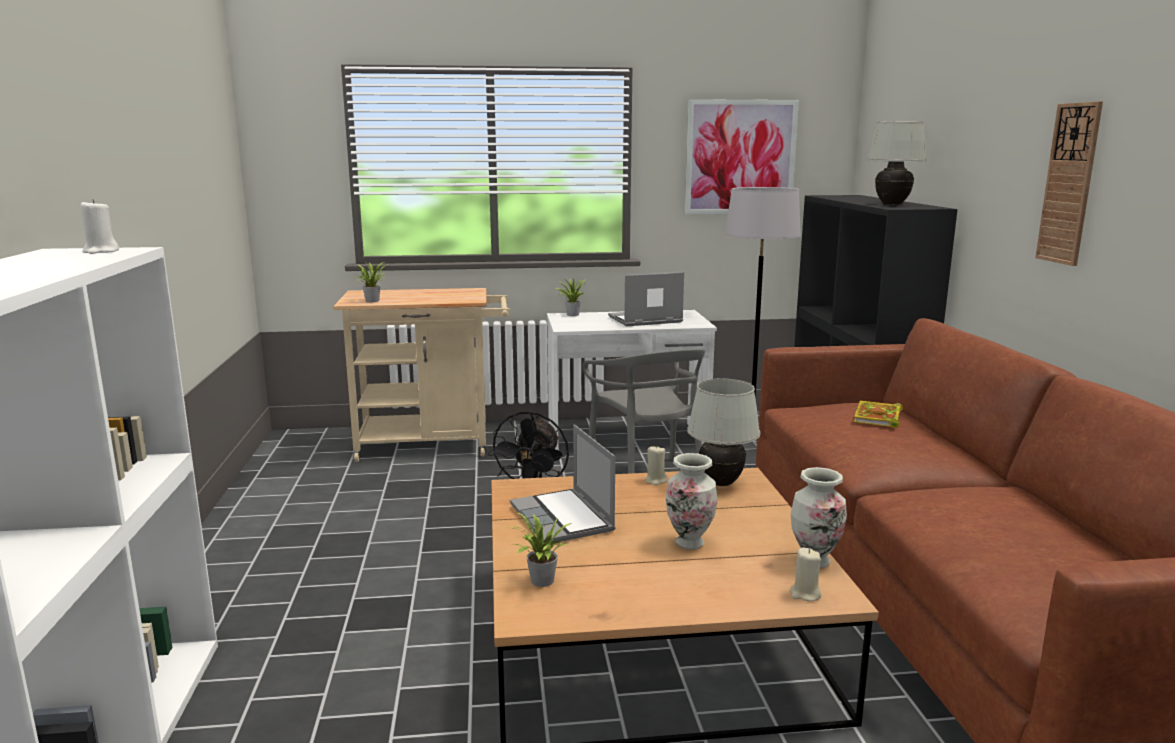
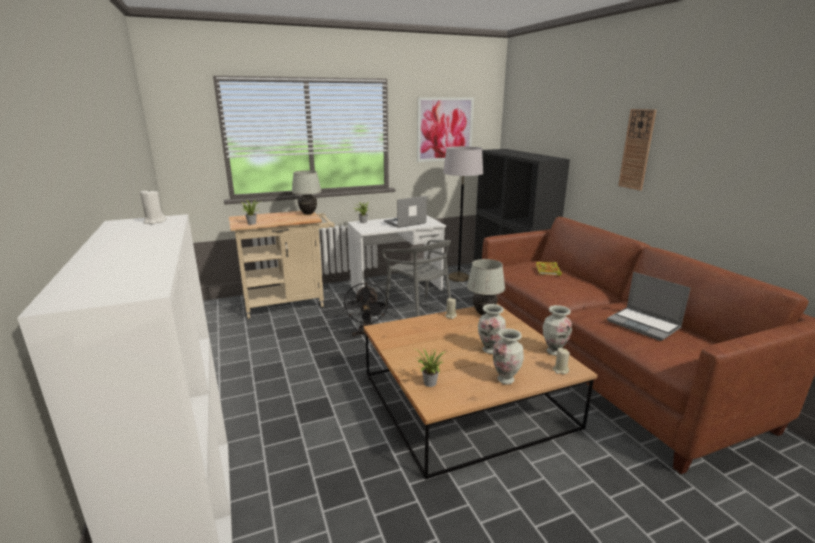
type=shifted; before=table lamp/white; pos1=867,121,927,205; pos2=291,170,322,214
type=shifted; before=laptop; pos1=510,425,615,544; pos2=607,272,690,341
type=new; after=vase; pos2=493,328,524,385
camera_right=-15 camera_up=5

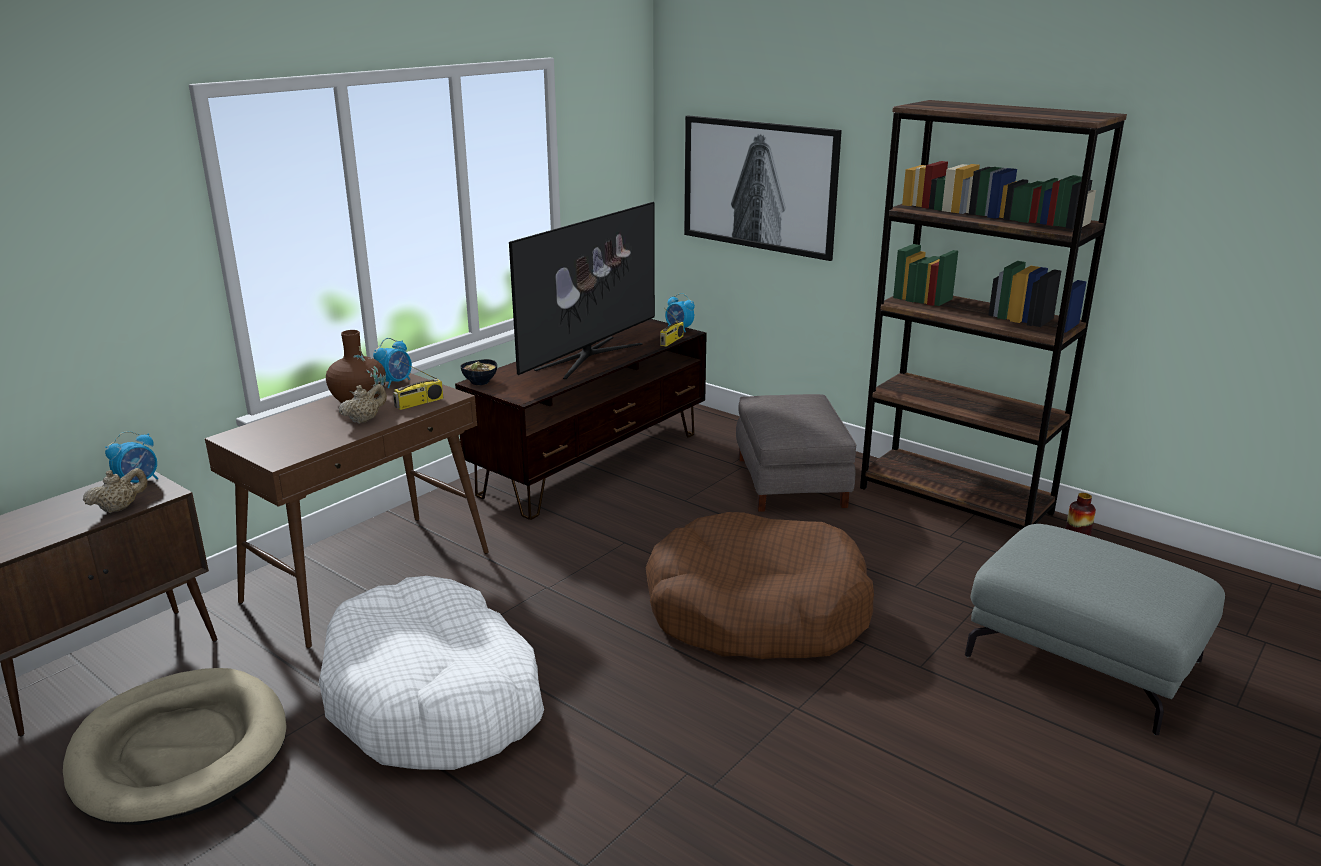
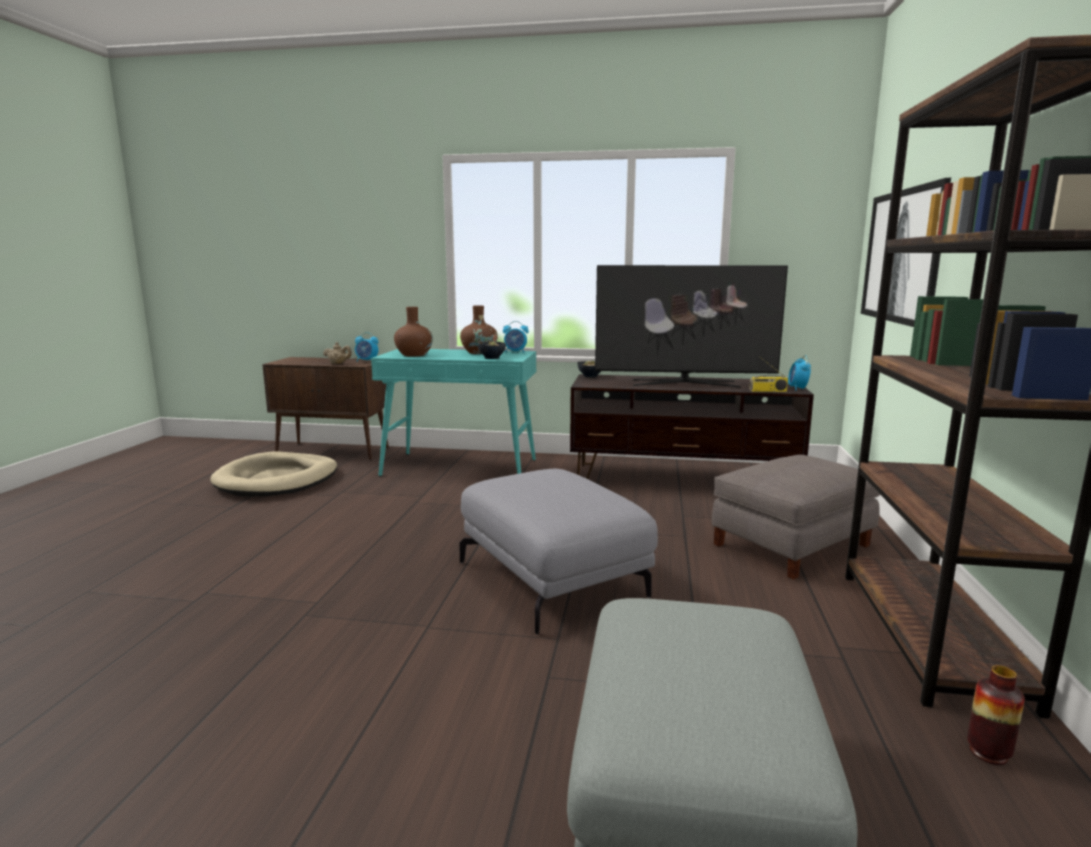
type=swapped; before=radio; after=bowl; pos1=393,360,443,410; pos2=478,342,506,359
type=repainted; before=console table/brown; after=console table/turquoise; pos1=205,373,489,648; pos2=371,349,536,476
type=gone; before=teapot/beige; pos1=339,384,387,424
type=swapped; before=dog bed/brown; after=ottoman/grey; pos1=646,512,874,659; pos2=460,469,658,635
type=gone; before=dog bed/white; pos1=319,576,544,770
type=new; after=vase/brown; pos2=394,307,433,357
camera_right=60 camera_up=-10

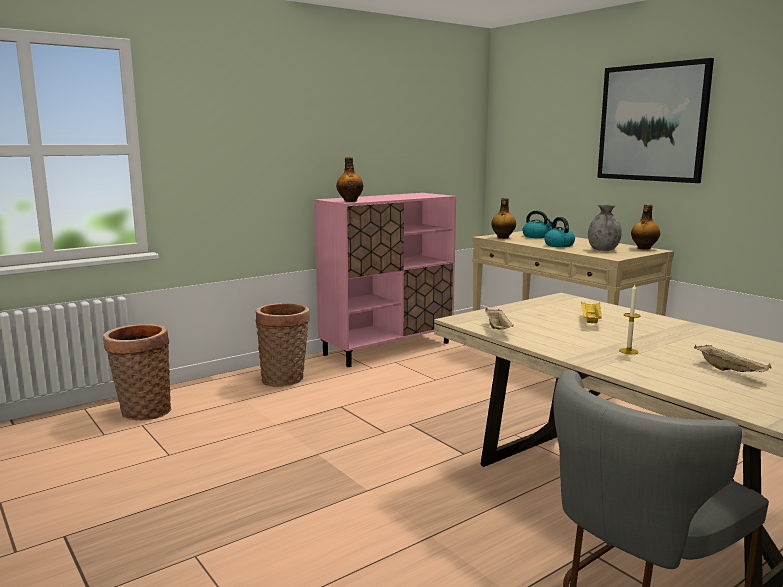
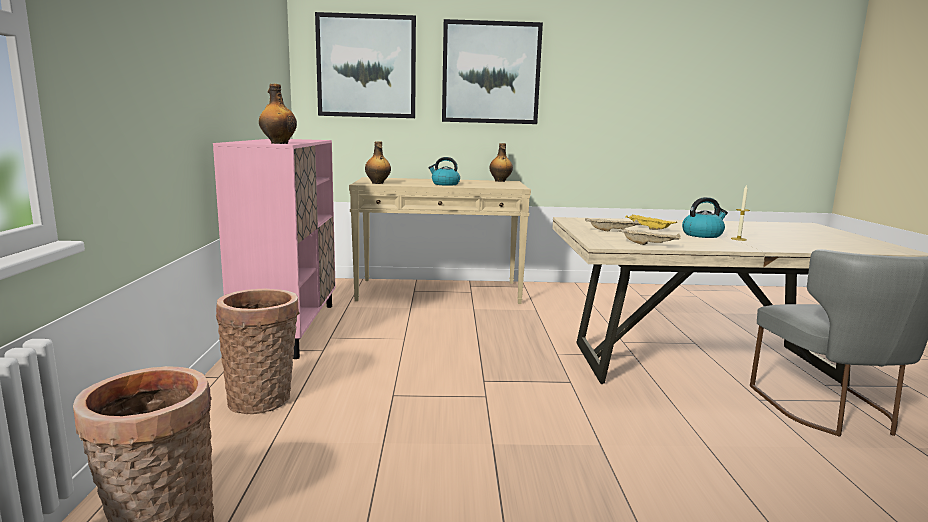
type=gone; before=vase/grey; pos1=588,205,622,251
type=shifted; before=kettle; pos1=522,211,553,238; pos2=682,197,728,238
type=shifted; before=tray/beige; pos1=694,344,771,372; pos2=585,218,641,232
type=new; after=picture; pos2=315,12,416,118
camera_right=-55 camera_up=0

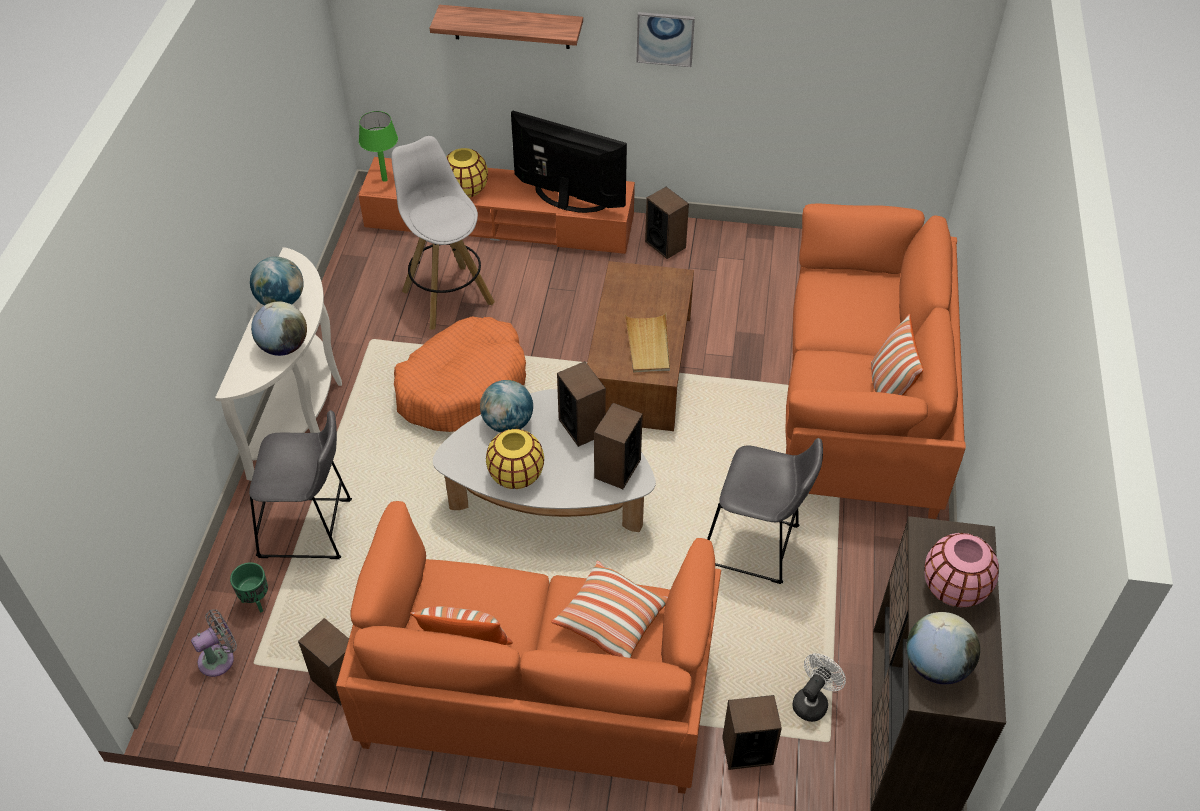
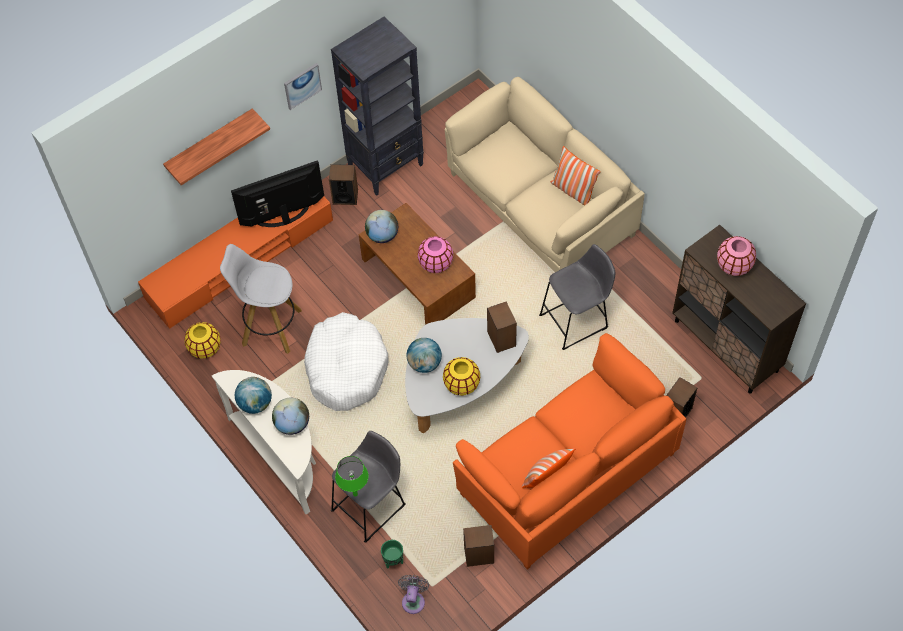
type=shifted; before=table lamp/green; pos1=359,111,398,182; pos2=335,456,369,496
type=shifted; before=vase/yellow; pos1=446,148,488,197; pos2=185,322,221,359
type=repainted; before=sofa/orange; after=sofa/beige; pos1=786,204,966,519; pos2=445,77,645,272
type=swapped; before=tray/beige; after=vase/pink; pos1=625,313,670,373; pos2=418,236,453,273
type=repainted; before=dog bed/orange; after=dog bed/white; pos1=394,316,526,432; pos2=304,312,388,411
type=gone; before=speaker; pos1=557,361,606,447
type=gone; before=pillow; pos1=551,561,668,658
type=shifted; before=globe; pos1=907,612,980,684; pos2=365,210,398,243
type=gone; before=fan/white; pos1=792,653,846,722
type=new; after=bookcase/black; pos2=331,16,424,196
camera_right=-45 camera_up=10

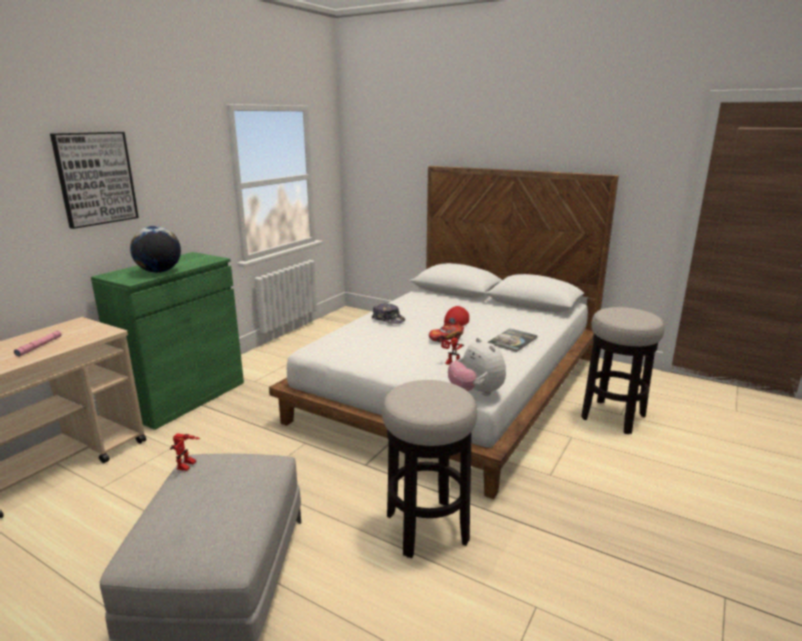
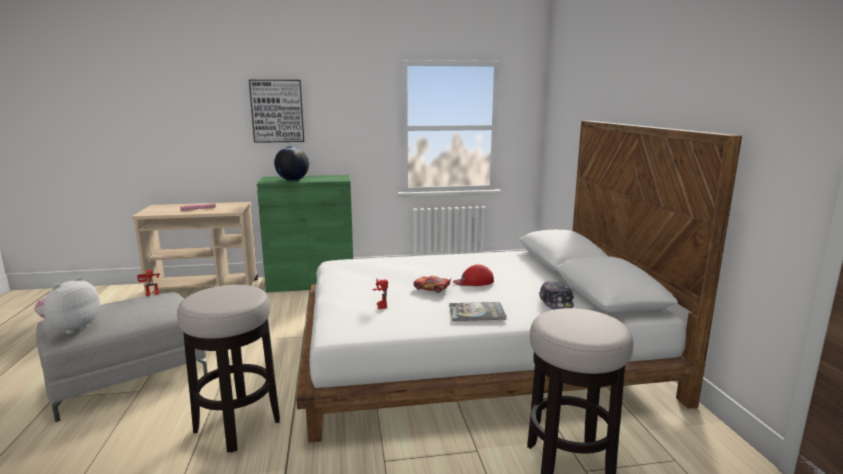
type=shifted; before=cap; pos1=372,303,405,324; pos2=539,281,574,309
type=shifted; before=plush toy; pos1=448,338,506,396; pos2=35,276,100,334
camera_right=50 camera_up=-5

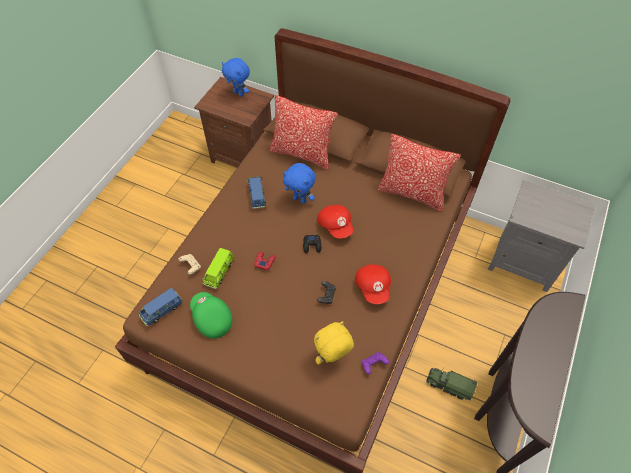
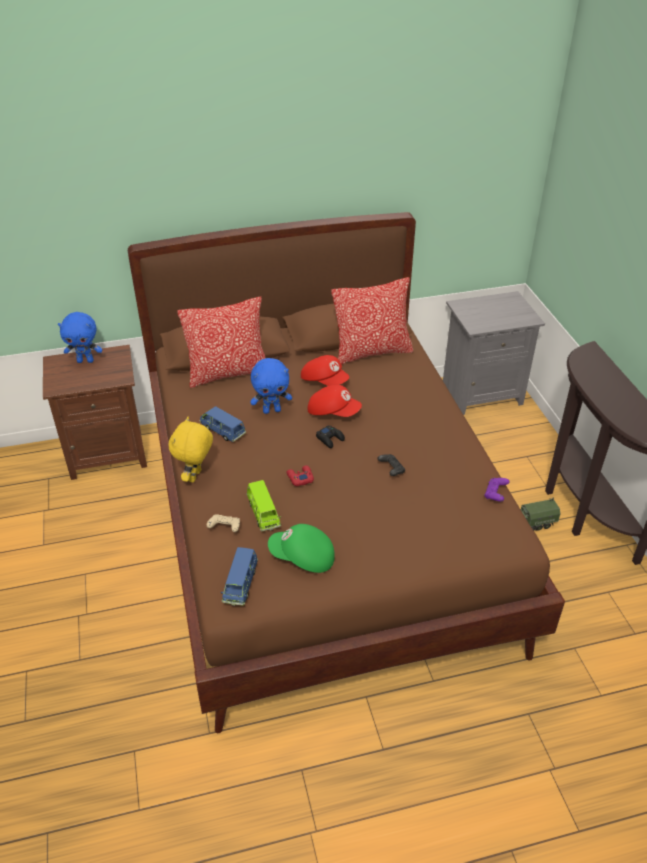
type=shifted; before=cap/red; pos1=355,264,391,304; pos2=301,355,349,386
type=shifted; before=plush toy/yellow; pos1=314,321,354,365; pos2=168,417,213,482
camera_right=-40 camera_up=-15

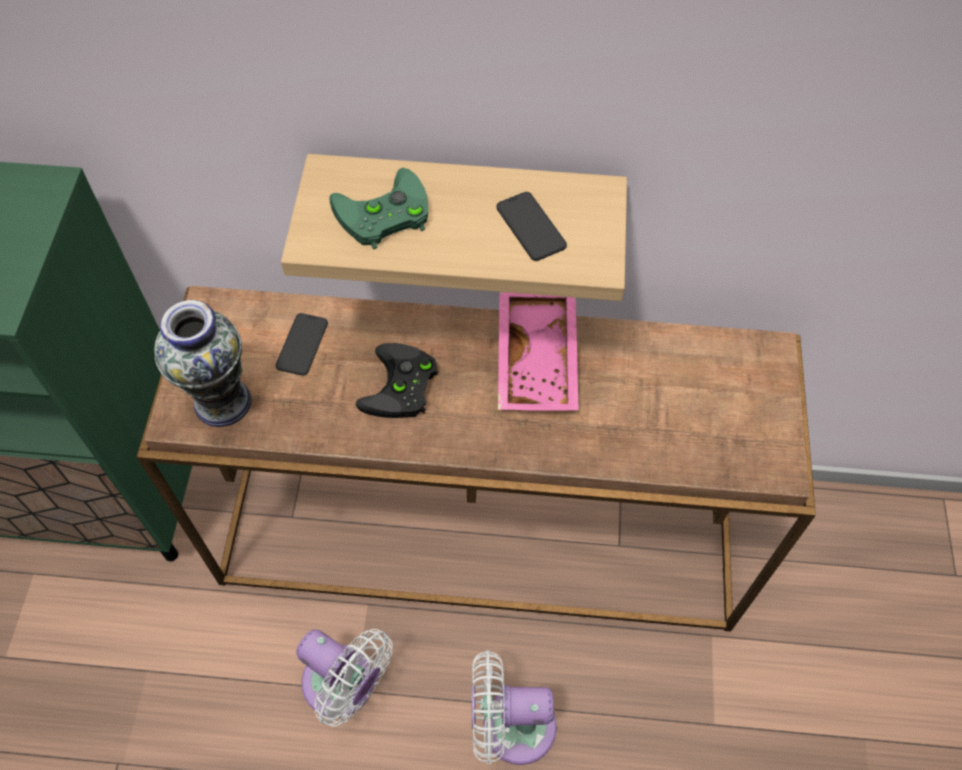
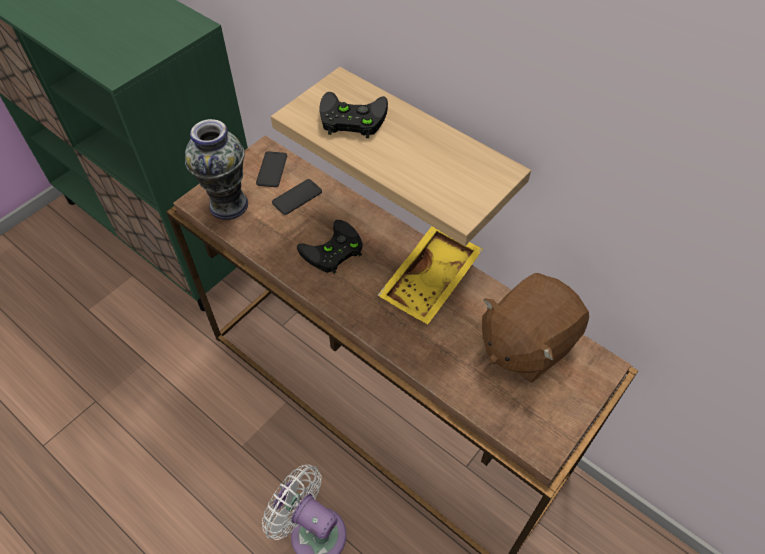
type=repainted; before=game controller/green; after=game controller/black; pos1=330,168,428,249; pos2=320,92,388,138
type=shifted; before=phone; pos1=496,192,567,261; pos2=256,151,287,187
type=repainted; before=tray/pink; after=tray/yellow; pos1=498,292,579,411; pos2=377,226,483,324
type=gone; before=fan/white; pos1=296,629,393,726
type=new; after=plush toy/brown; pos2=482,273,589,383
camera_right=35 camera_up=-5

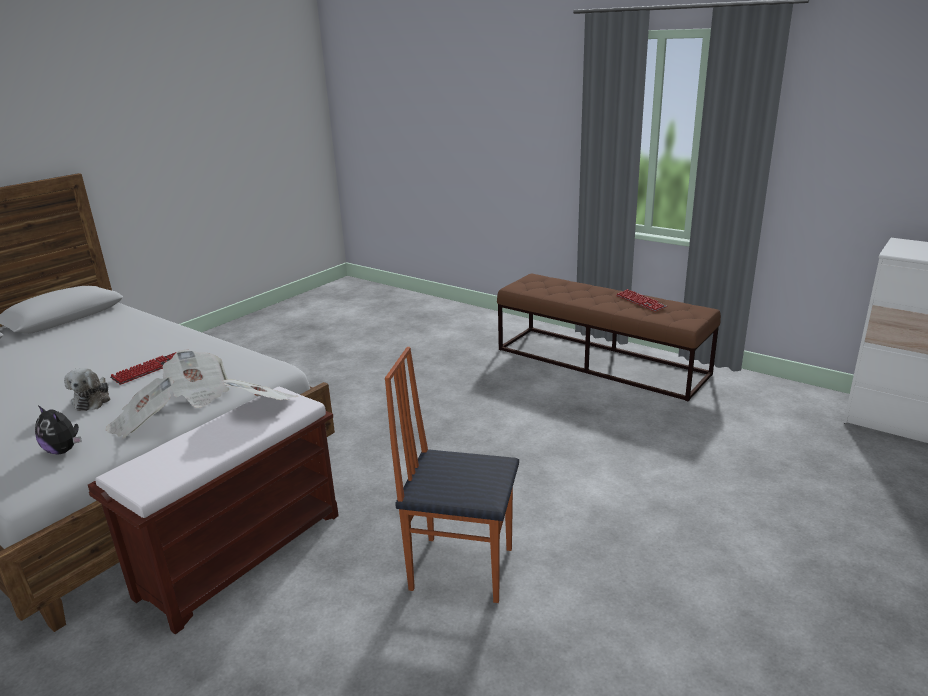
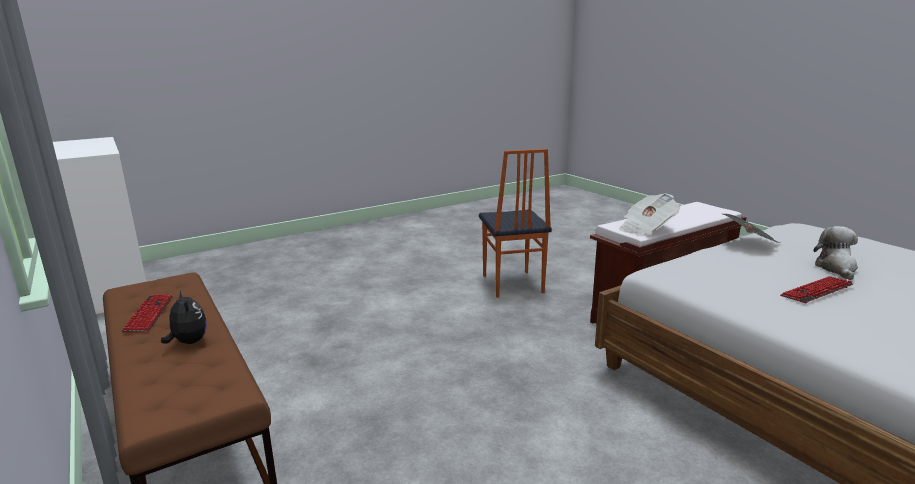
type=rotated; before=chair; pos1=385,347,519,603; pos2=479,149,552,298; turn=45
type=gone; before=newspaper; pos1=162,349,229,408
type=shifted; before=plush toy; pos1=35,405,82,454; pos2=161,290,207,344
camera_right=-160 camera_up=-5

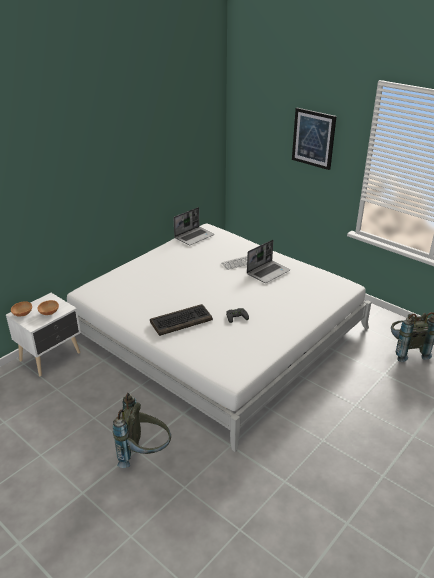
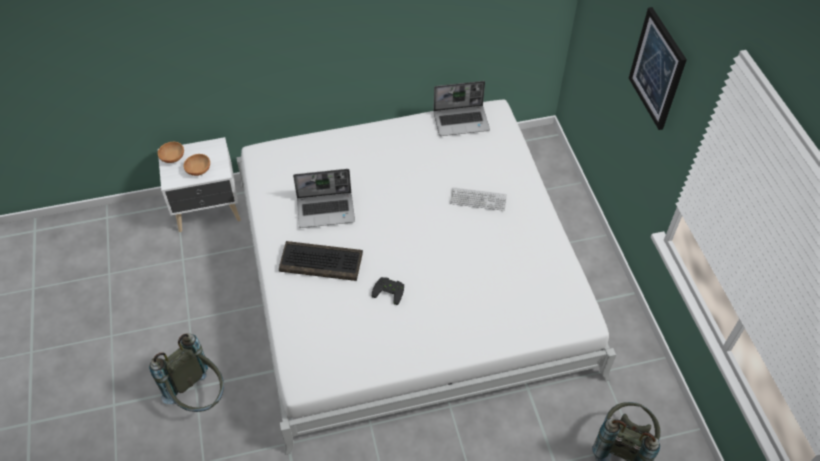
type=shifted; before=laptop; pos1=247,240,290,283; pos2=293,169,355,228
camera_right=35 camera_up=20

